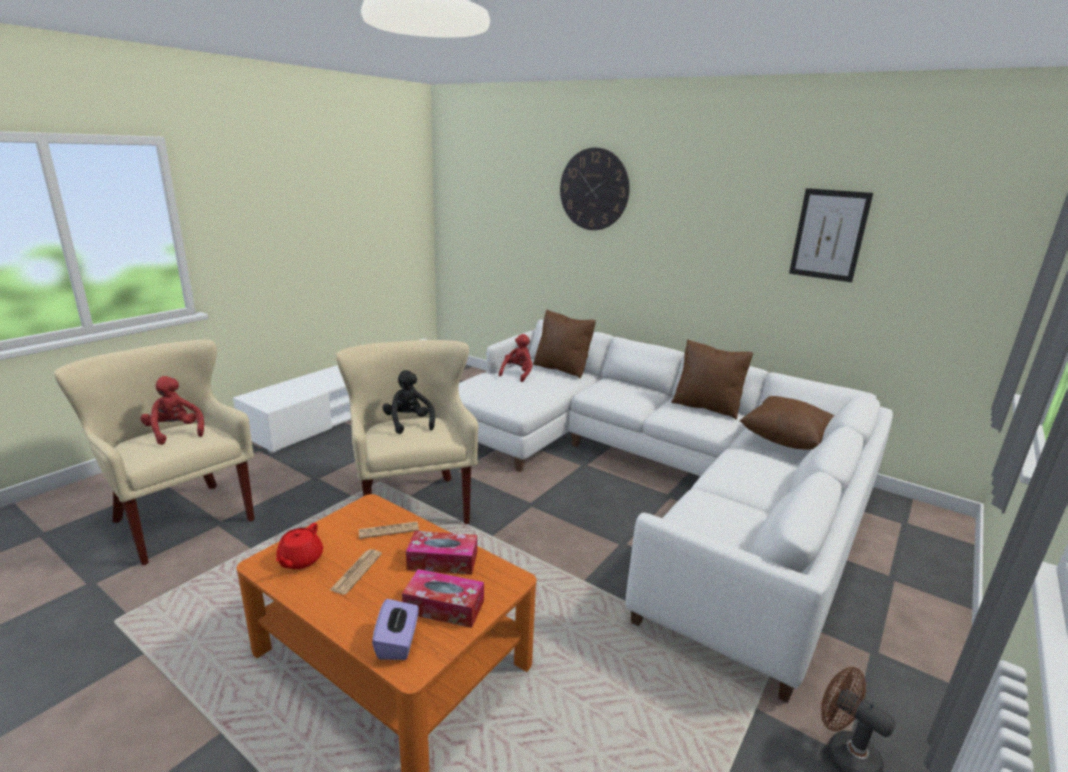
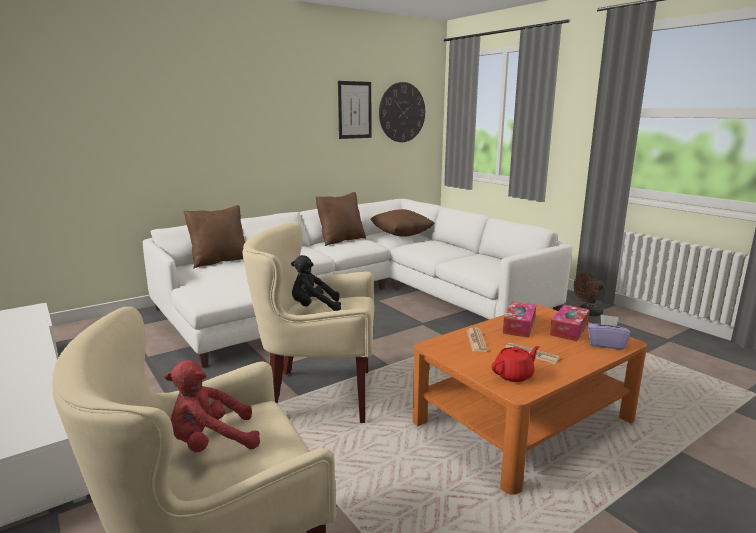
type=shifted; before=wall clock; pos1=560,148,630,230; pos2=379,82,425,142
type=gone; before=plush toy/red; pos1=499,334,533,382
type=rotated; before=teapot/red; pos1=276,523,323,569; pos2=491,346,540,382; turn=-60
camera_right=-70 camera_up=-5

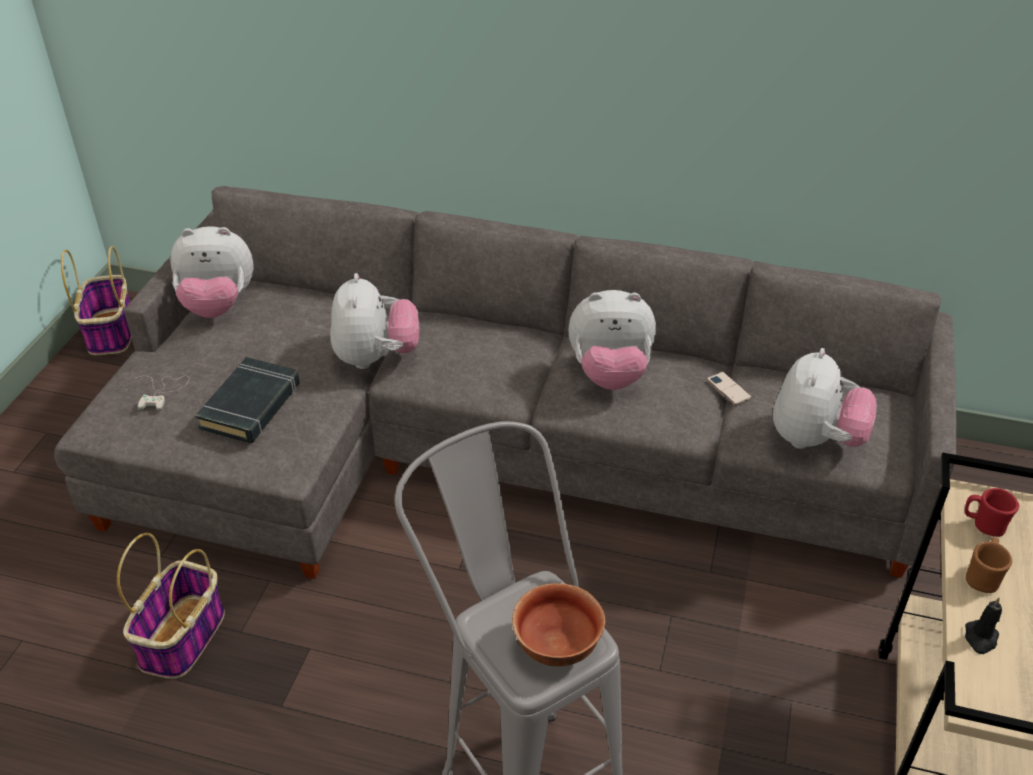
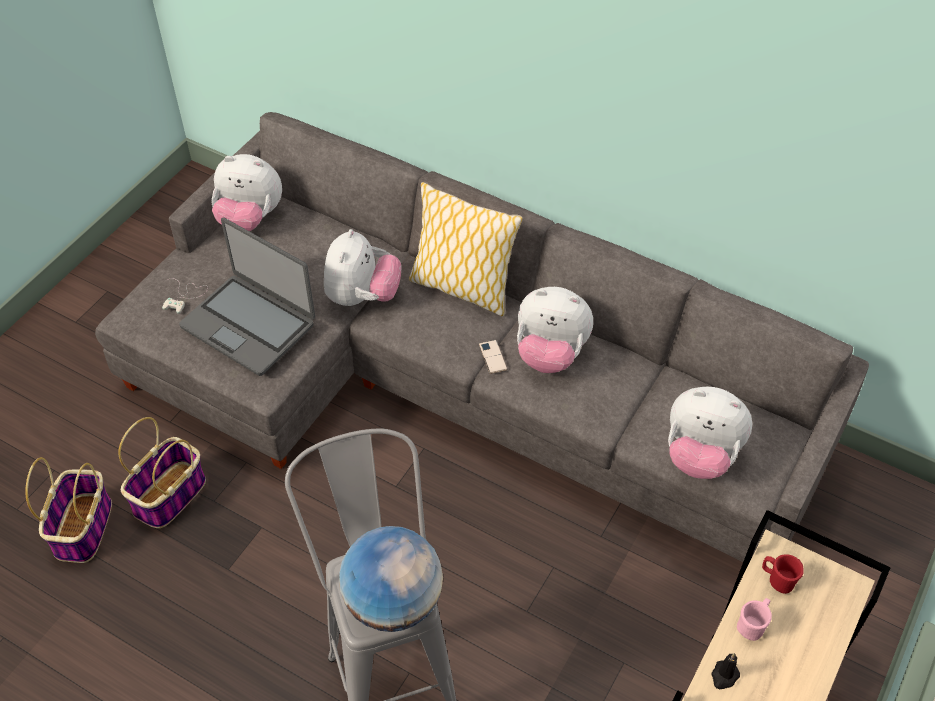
type=shifted; before=basket; pos1=61,246,131,355; pos2=25,457,112,563
type=rotated; before=plush toy; pos1=773,348,877,449; pos2=668,387,753,479; turn=75
type=swapped; before=book/black; after=laptop; pos1=195,357,300,443; pos2=179,217,315,376
type=shifted; before=phone; pos1=707,372,752,405; pos2=479,340,507,374
type=repainted; before=mug/brown; after=mug/pink; pos1=966,538,1012,593; pos2=737,598,772,641
type=swapped; before=bowl; after=globe; pos1=512,583,605,666; pos2=339,526,443,632
type=new; after=pillow; pos2=409,182,523,317
camera_right=15 camera_up=10

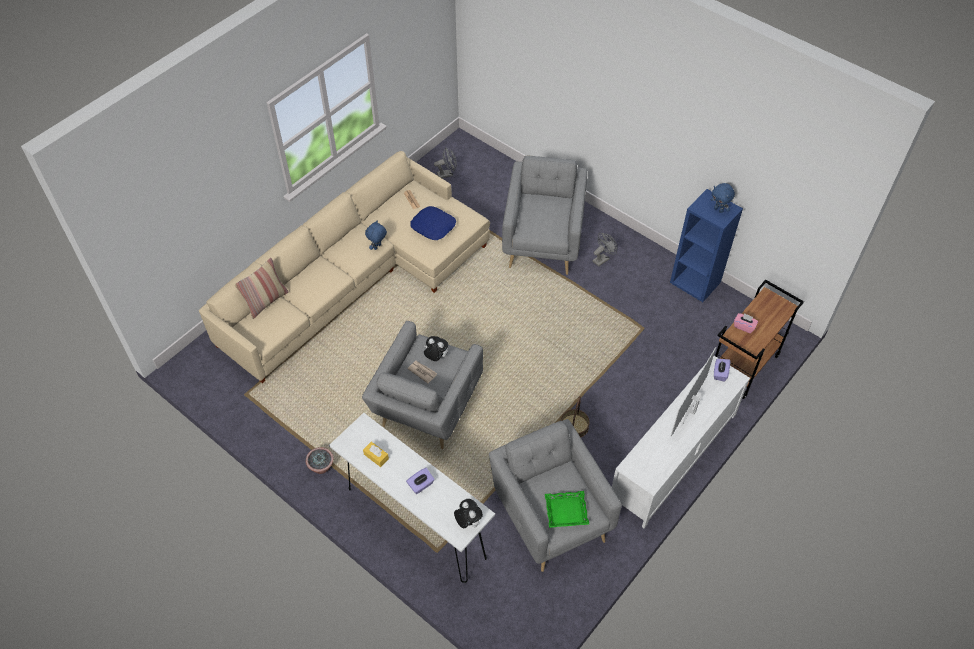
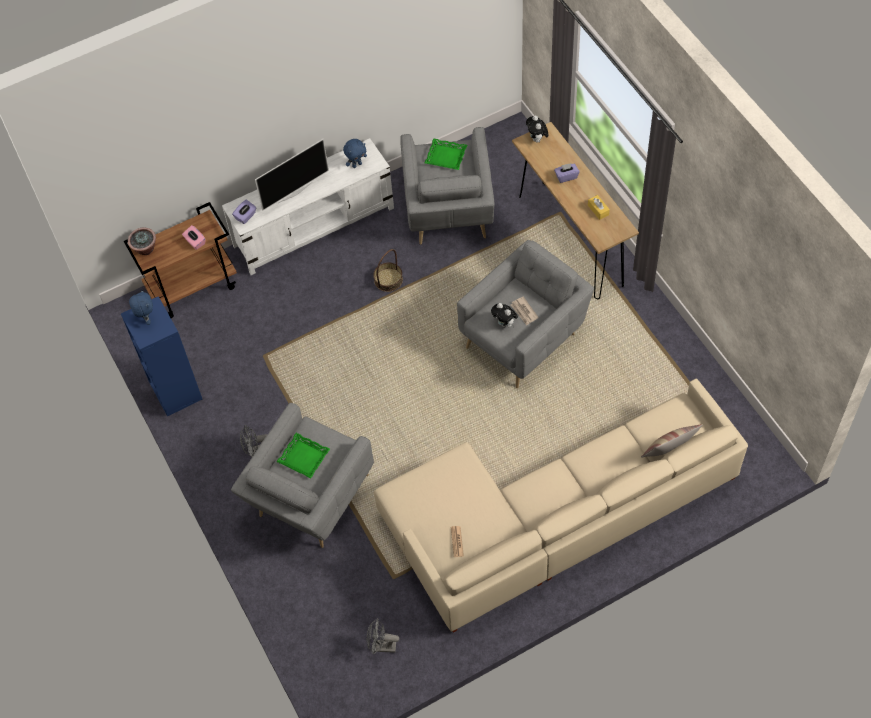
type=gone; before=pillow/blue; pos1=411,206,456,240
type=shifted; before=plush toy/blue; pos1=365,220,387,250; pos2=343,139,367,168
type=repainted; before=console table/white; after=console table/brown; pos1=329,413,495,583; pos2=512,122,639,299
type=shifted; before=potted plant; pos1=306,447,334,474; pos2=128,228,156,255
type=new; after=tray/green; pos2=277,433,330,478
camera_right=-155 camera_up=5

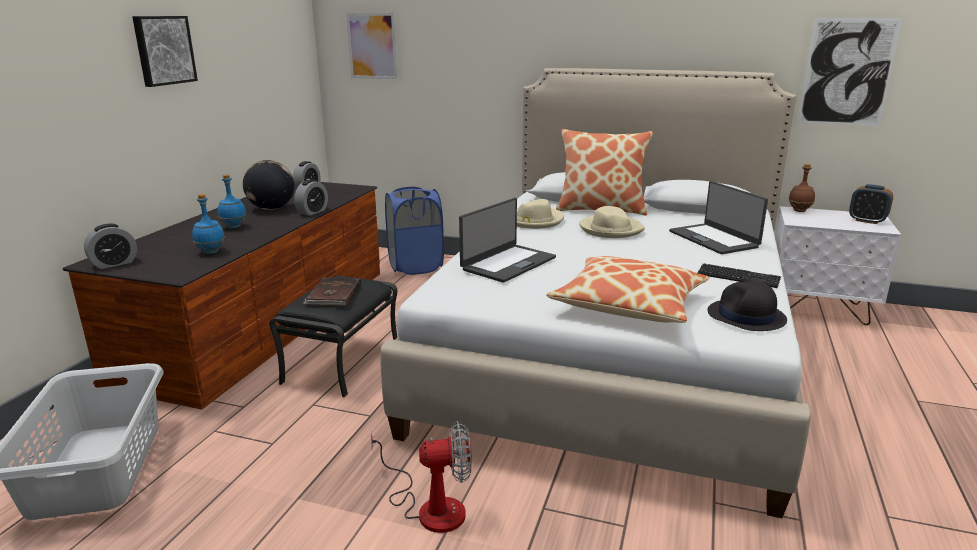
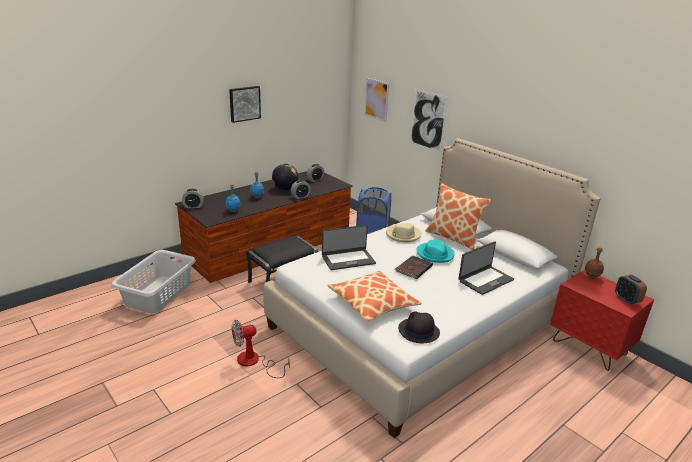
type=shifted; before=picture; pos1=797,18,902,126; pos2=410,89,448,153
type=rotated; before=laptop; pos1=669,181,768,254; pos2=458,241,514,295; turn=-135
type=repainted; before=hat/beige; after=hat/turquoise; pos1=580,206,645,238; pos2=416,239,455,263
type=repainted; before=nightstand/white; after=nightstand/red; pos1=775,206,902,325; pos2=550,269,654,371
type=gone; before=keyboard; pos1=697,264,781,288
type=shifted; before=book/brown; pos1=303,278,361,306; pos2=394,255,433,279
type=rotated; before=fan; pos1=371,421,472,533; pos2=232,320,290,378; turn=135
camera_right=30 camera_up=5

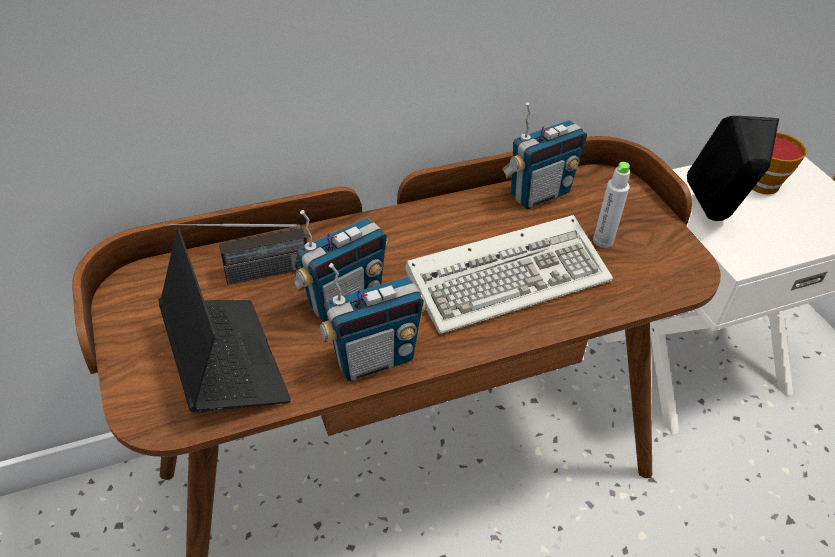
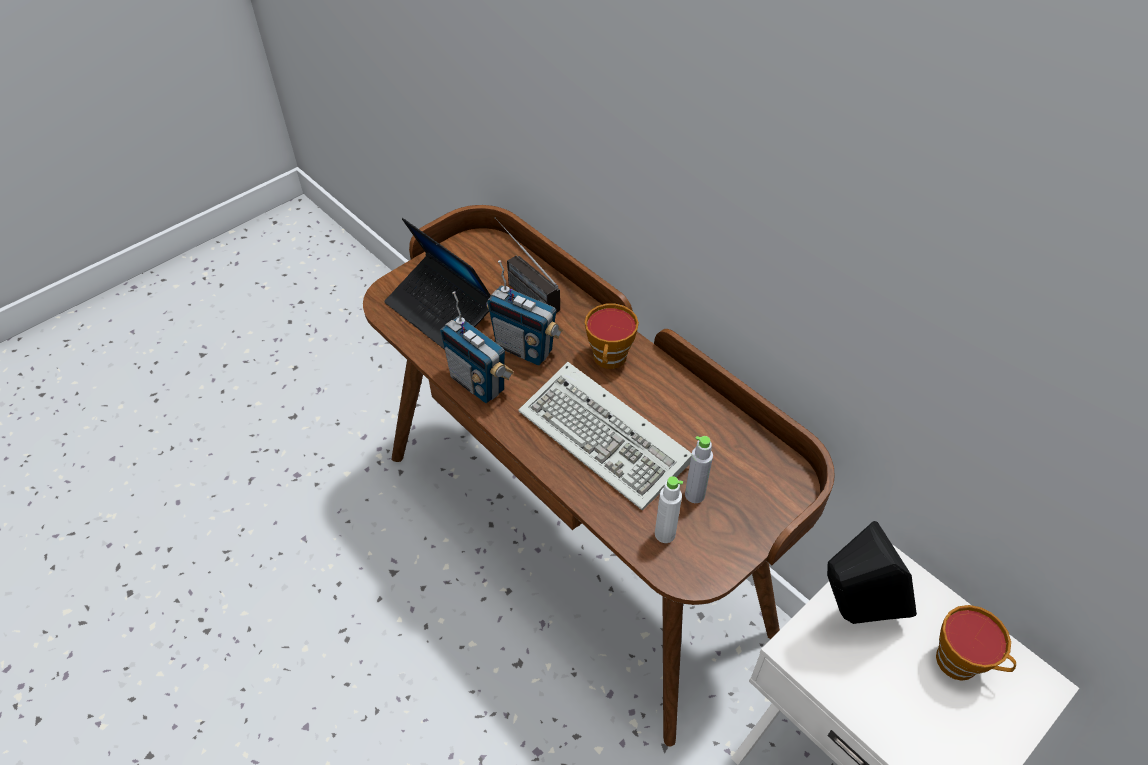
type=gone; before=radio; pos1=502,102,587,209
type=rotated; before=laptop; pos1=158,228,291,412; pos2=384,218,491,350; turn=90
type=new; after=cup; pos2=585,304,639,369
type=new; after=bottle/white; pos2=655,476,683,543
camera_right=70 camera_up=5

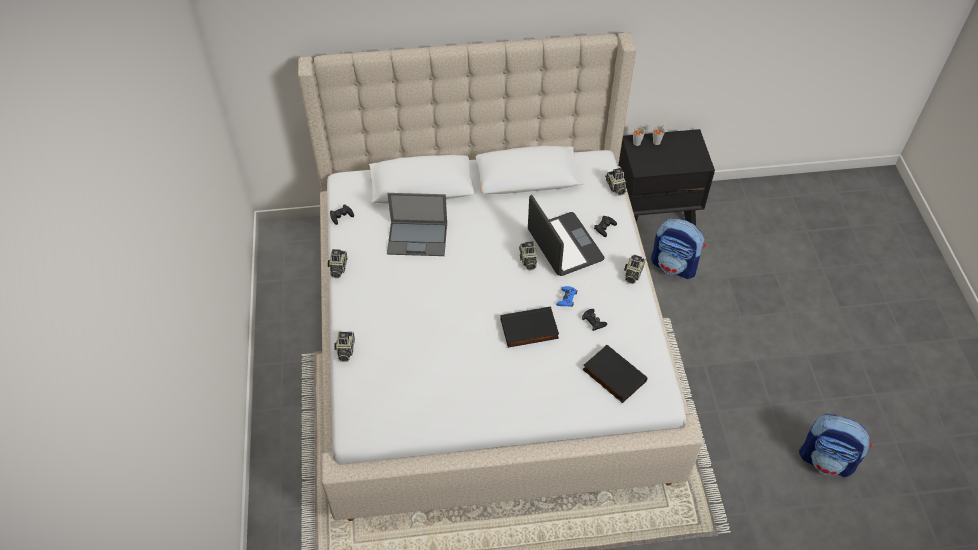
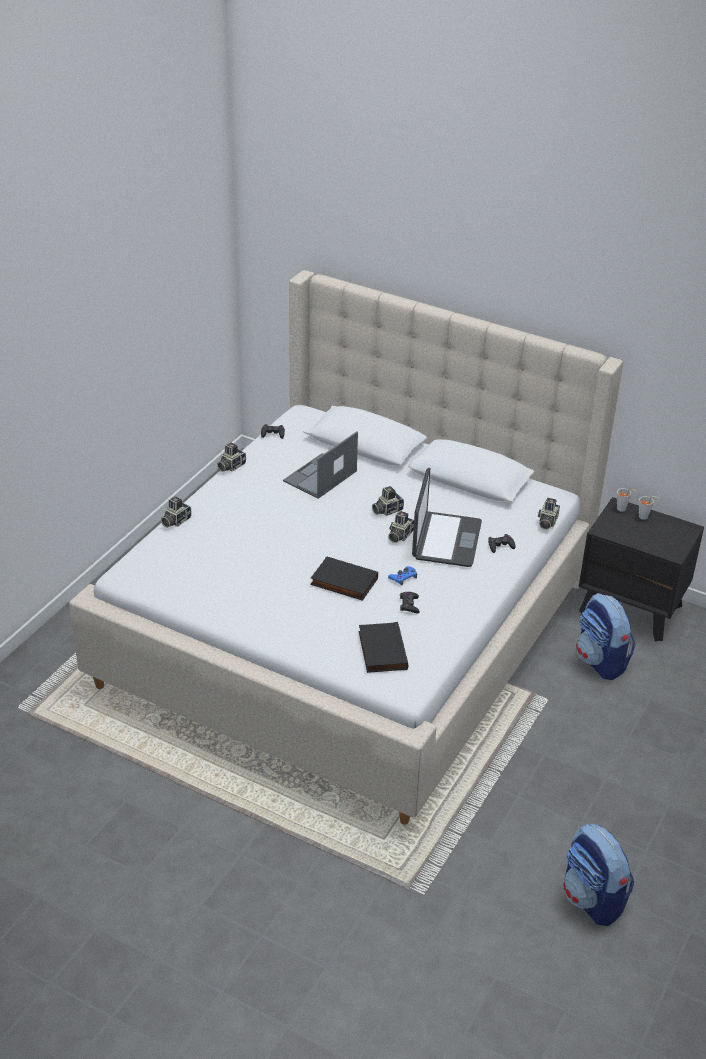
type=rotated; before=laptop; pos1=387,193,447,256; pos2=283,431,358,499; turn=90
type=shifted; before=photo camera; pos1=624,255,645,284; pos2=372,486,404,516
camera_right=35 camera_up=-15

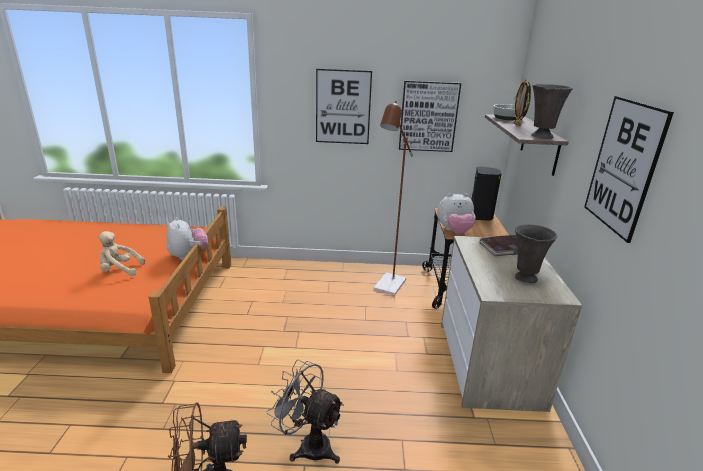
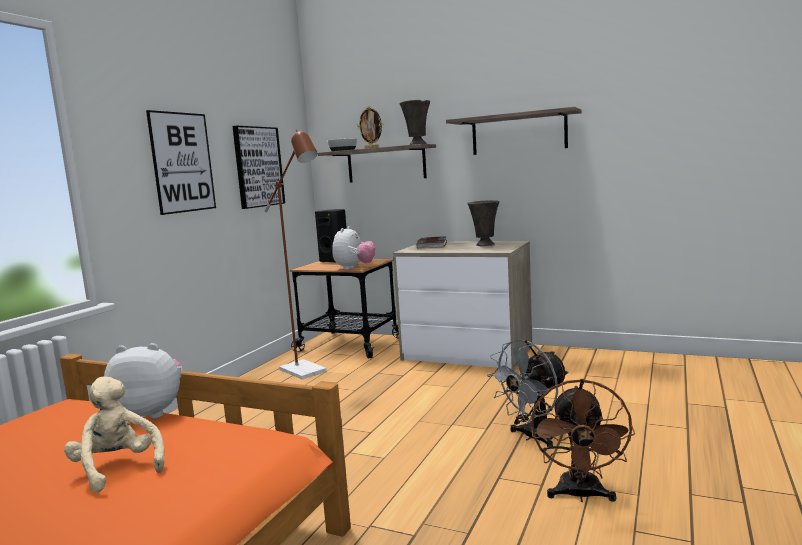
type=swapped; before=picture; after=shelf; pos1=584,96,674,243; pos2=446,107,582,155
type=rotated; before=plush toy/beige; pos1=98,231,145,276; pos2=64,376,164,492; turn=120
camera_right=-65 camera_up=-15

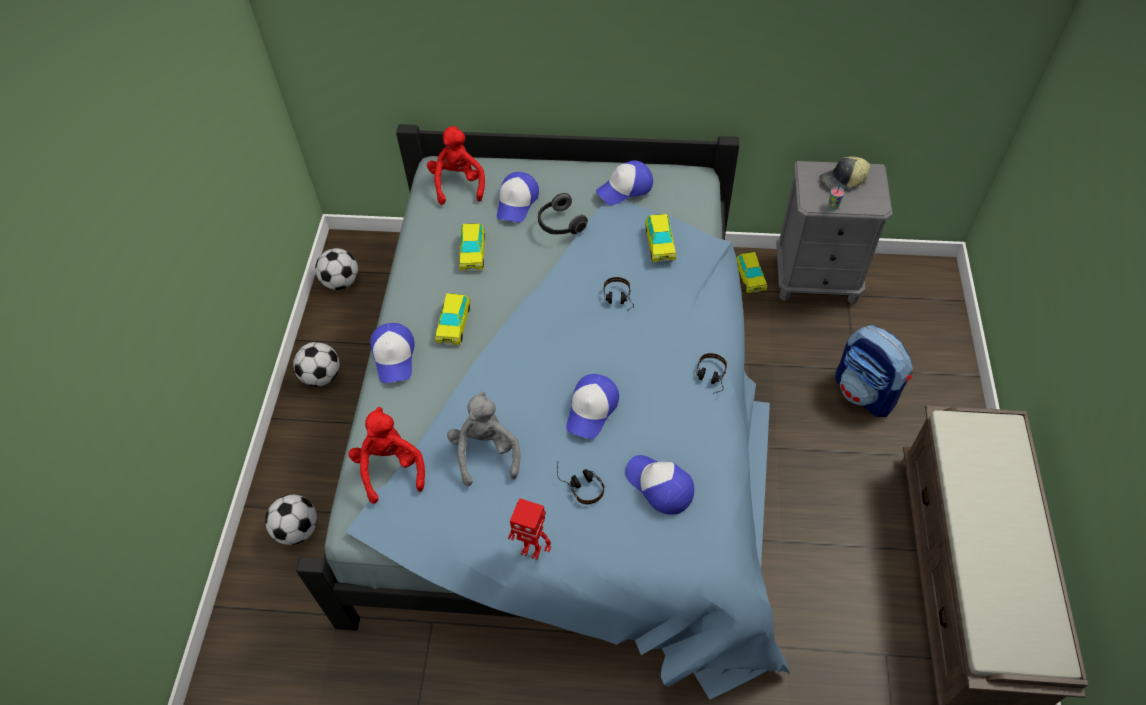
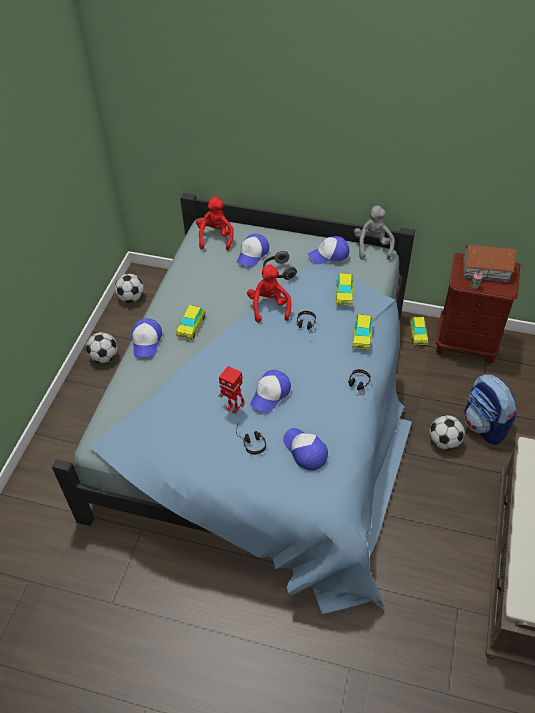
type=swapped; before=cap; after=toy house; pos1=820,156,870,191; pos2=463,245,517,282
type=repainted; before=nightstand/grey; after=nightstand/brown; pos1=776,161,893,305; pos2=436,253,520,364
type=shifted; before=toy car; pos1=459,223,485,270; pos2=352,314,373,350
type=shifted; before=plush toy/grey; pos1=447,391,521,486; pos2=354,206,395,260
type=shifted; before=plush toy/red; pos1=348,407,425,504; pos2=247,264,291,323
type=shifted; before=football; pos1=265,495,317,545; pos2=429,415,465,450
type=shifted; before=toy robot; pos1=508,498,551,560; pos2=219,366,245,414
camera_right=10 camera_up=-5

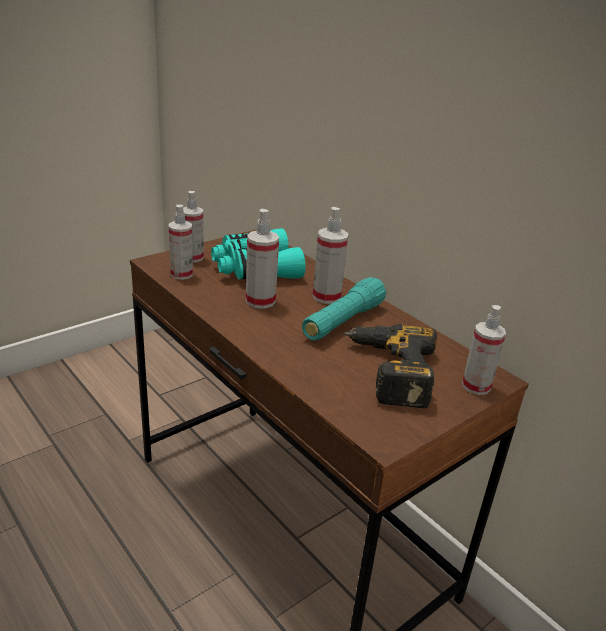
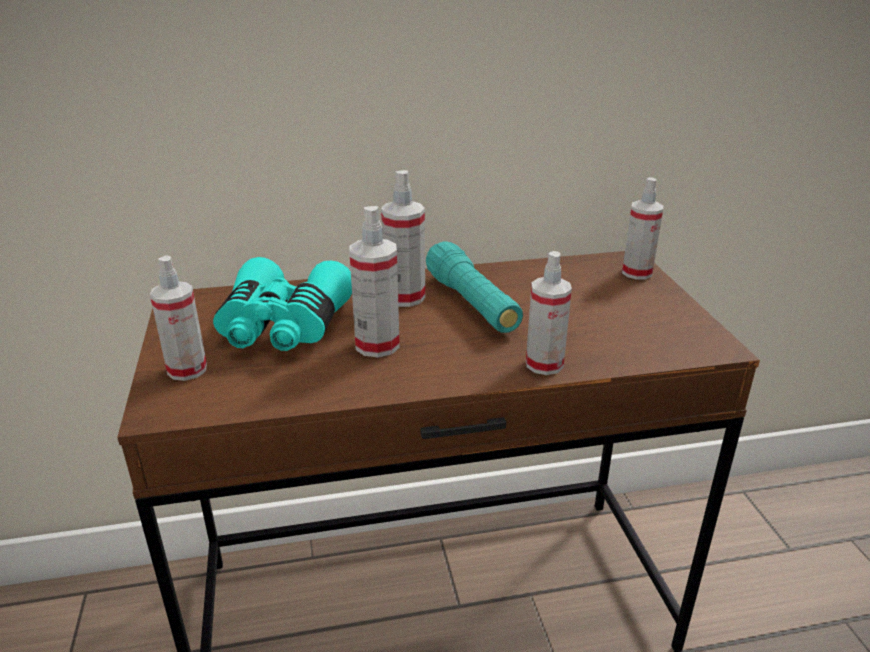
type=shifted; before=spray bottle; pos1=169,204,193,280; pos2=526,251,572,375
type=gone; before=power drill; pos1=344,324,437,408
camera_right=-60 camera_up=0

